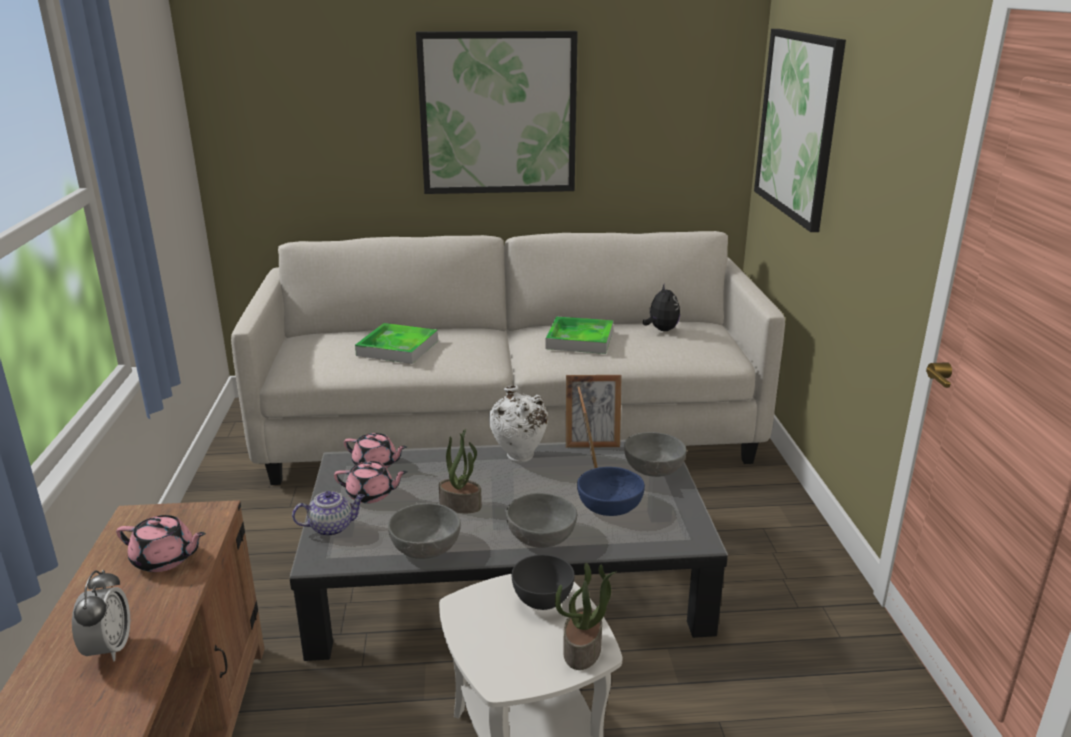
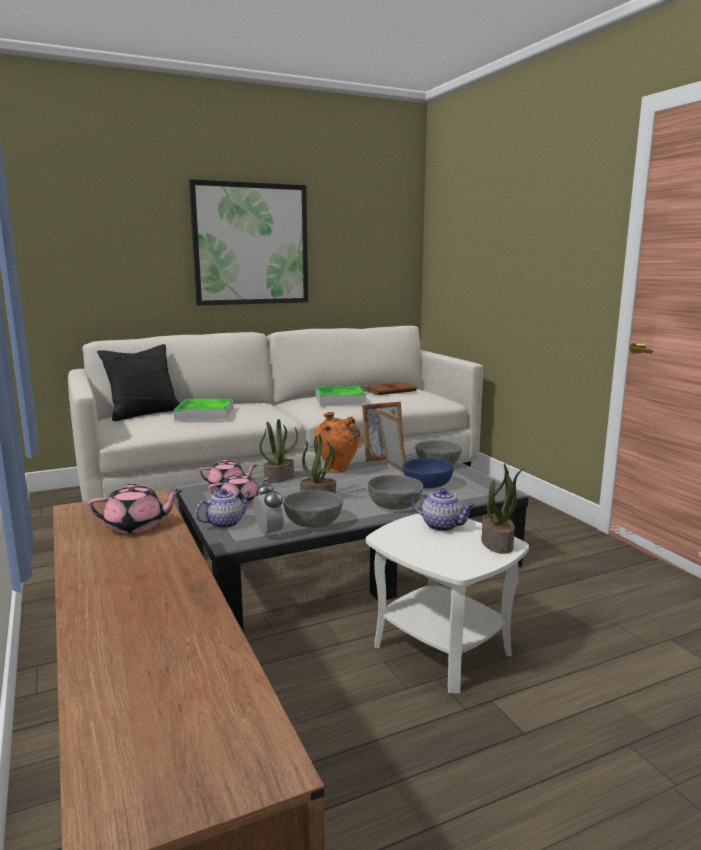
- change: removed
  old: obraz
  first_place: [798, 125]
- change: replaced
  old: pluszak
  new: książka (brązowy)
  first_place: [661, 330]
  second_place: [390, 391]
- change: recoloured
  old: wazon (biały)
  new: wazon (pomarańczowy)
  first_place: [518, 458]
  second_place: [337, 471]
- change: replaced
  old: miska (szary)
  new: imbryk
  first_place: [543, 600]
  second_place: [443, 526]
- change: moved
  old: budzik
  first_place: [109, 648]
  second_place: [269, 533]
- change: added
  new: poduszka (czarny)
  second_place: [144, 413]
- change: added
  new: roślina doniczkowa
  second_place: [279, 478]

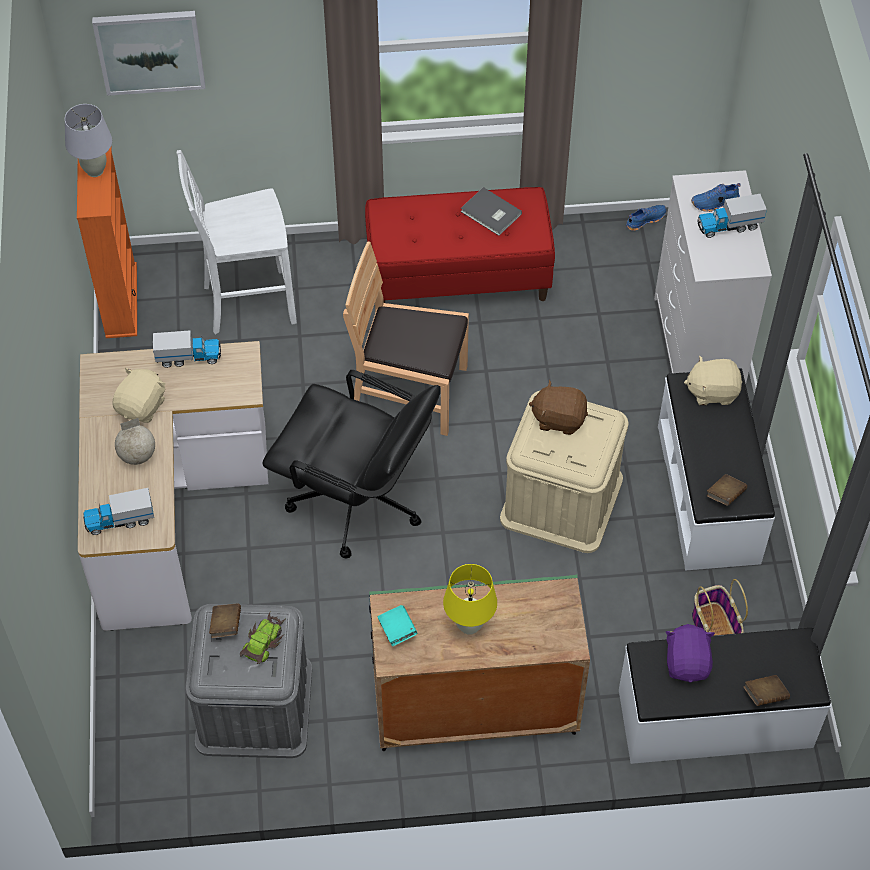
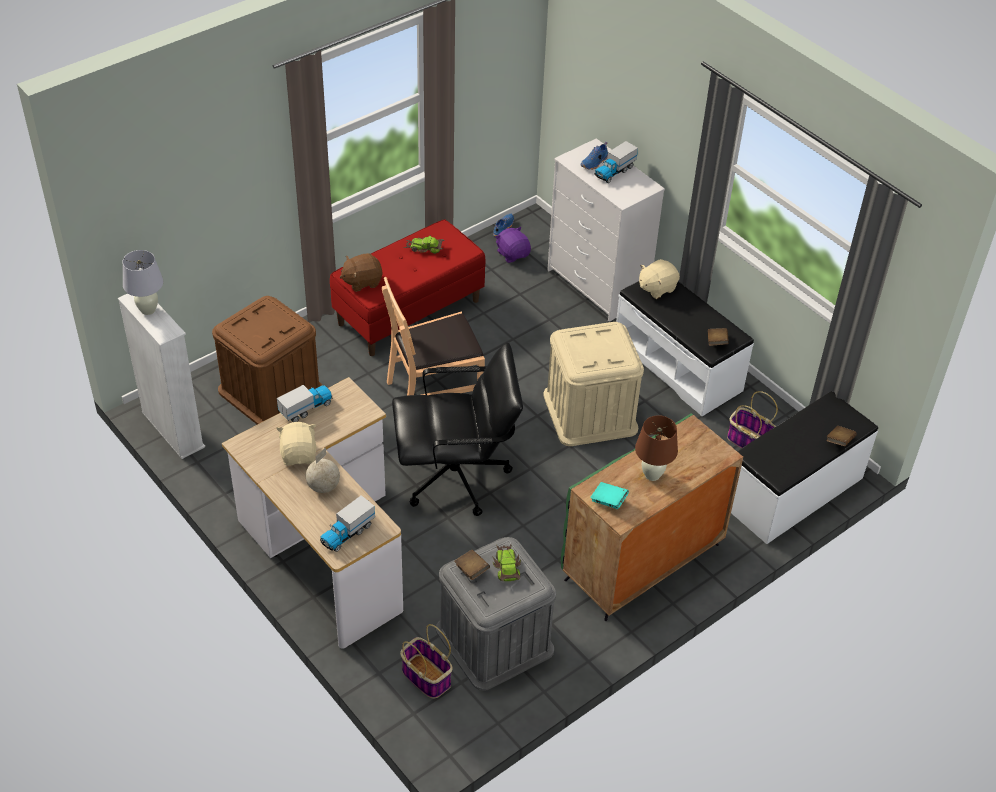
- change: removed
  old: obraz
  first_place: [150, 51]
- change: recoloured
  old: regał (pomarańczowy)
  new: regał (biały)
  first_place: [121, 300]
  second_place: [173, 430]
- change: replaced
  old: krzesło (biały)
  new: pojemnik do przechowywania (brązowy)
  first_place: [247, 302]
  second_place: [271, 390]
- change: replaced
  old: książka (szary)
  new: samochodzik
  first_place: [490, 214]
  second_place: [424, 248]
- change: moved
  old: pluszak (brązowy)
  first_place: [559, 418]
  second_place: [362, 281]
- change: recoloured
  old: lampa stołowa (żółty)
  new: lampa stołowa (brązowy)
  first_place: [469, 626]
  second_place: [652, 475]
- change: moved
  old: pluszak (fioletowy)
  first_place: [687, 663]
  second_place: [513, 254]
- change: added
  new: koszyk
  second_place: [425, 676]

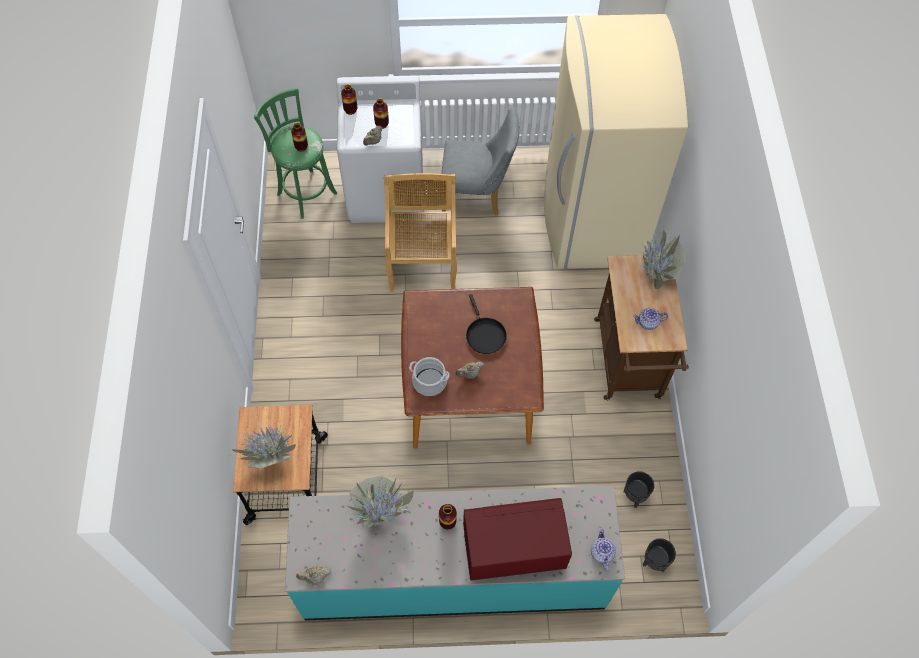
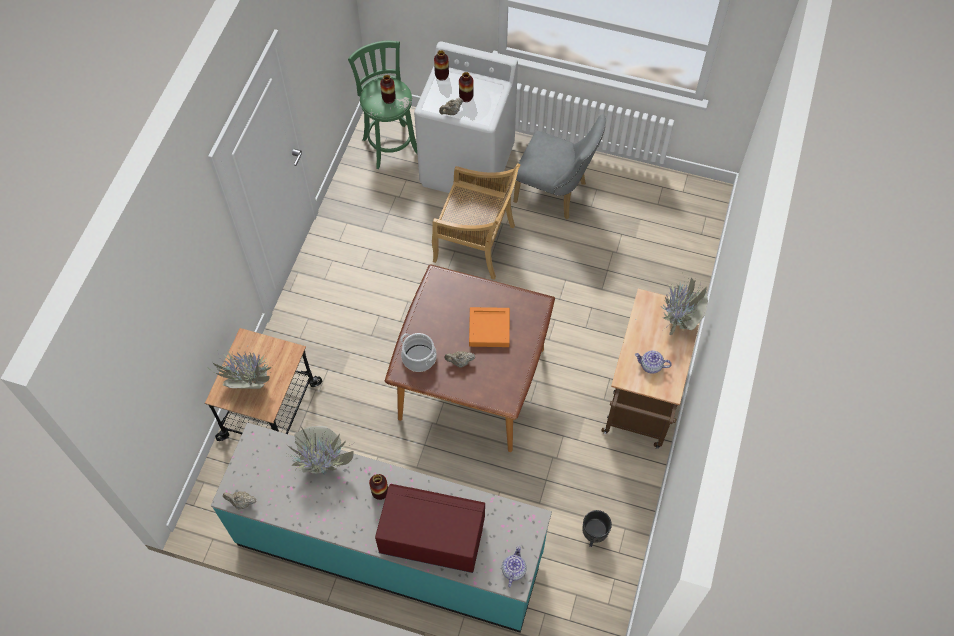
- change: removed
  old: lodówka (beżowy)
  first_place: [591, 217]
- change: turned
  old: krzesło (beżowy)
  first_place: [422, 262]
  second_place: [475, 244]
  degrees: 90
- change: replaced
  old: patelnia (czarny)
  new: taca (pomarańczowy)
  first_place: [484, 334]
  second_place: [489, 329]
- change: removed
  old: donica (czarny)
  first_place: [654, 562]

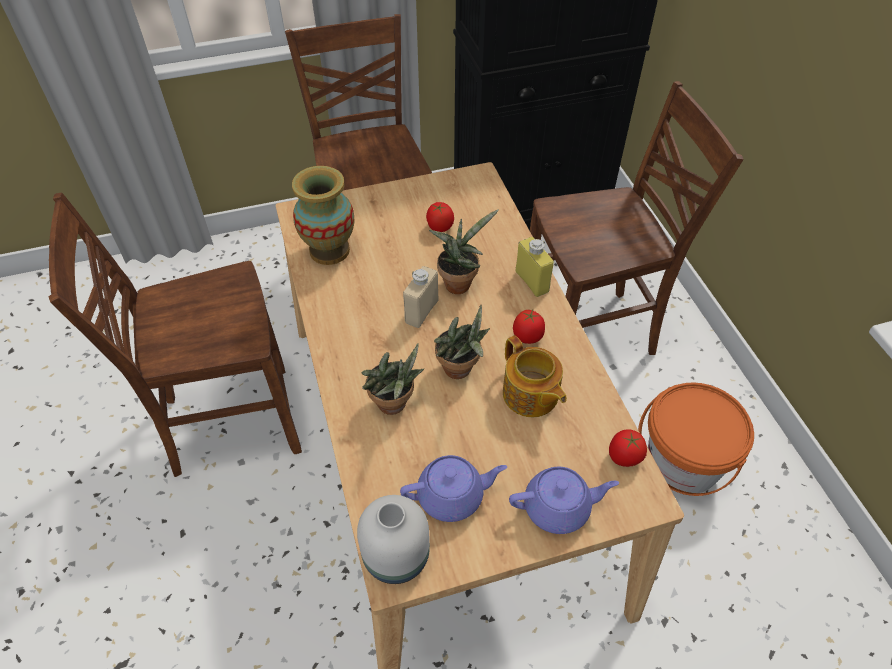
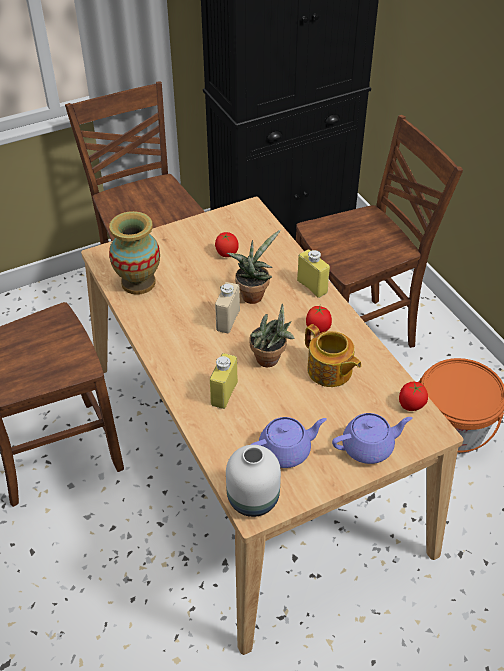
- change: replaced
  old: roślina doniczkowa
  new: butelka (żółty)
  first_place: [394, 406]
  second_place: [224, 393]

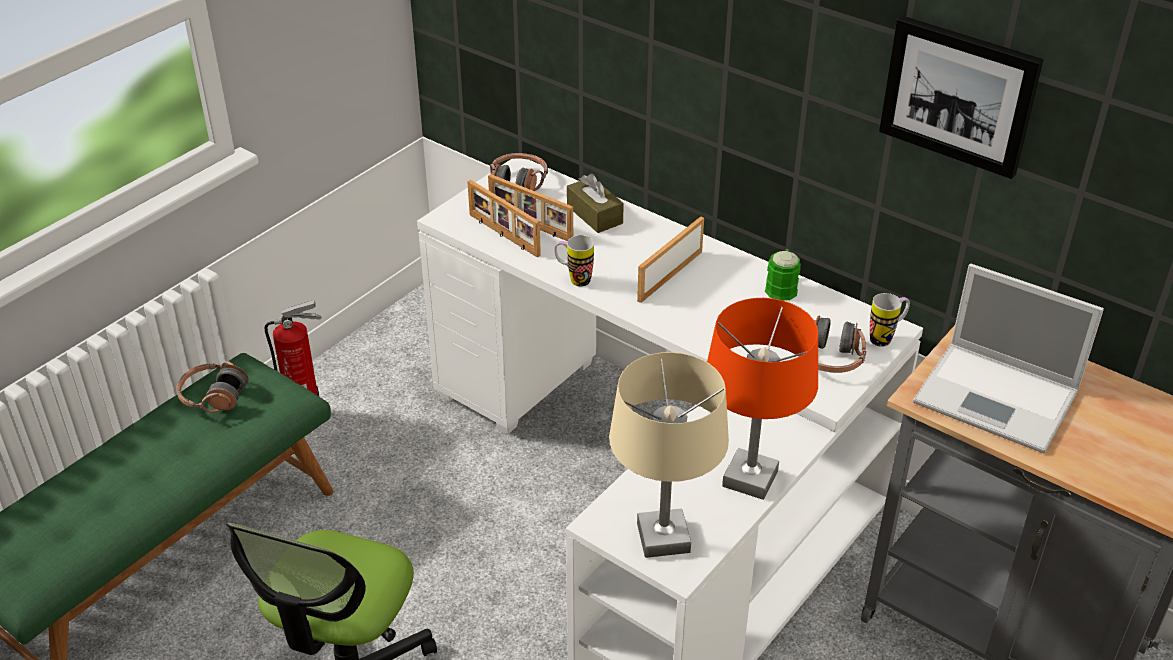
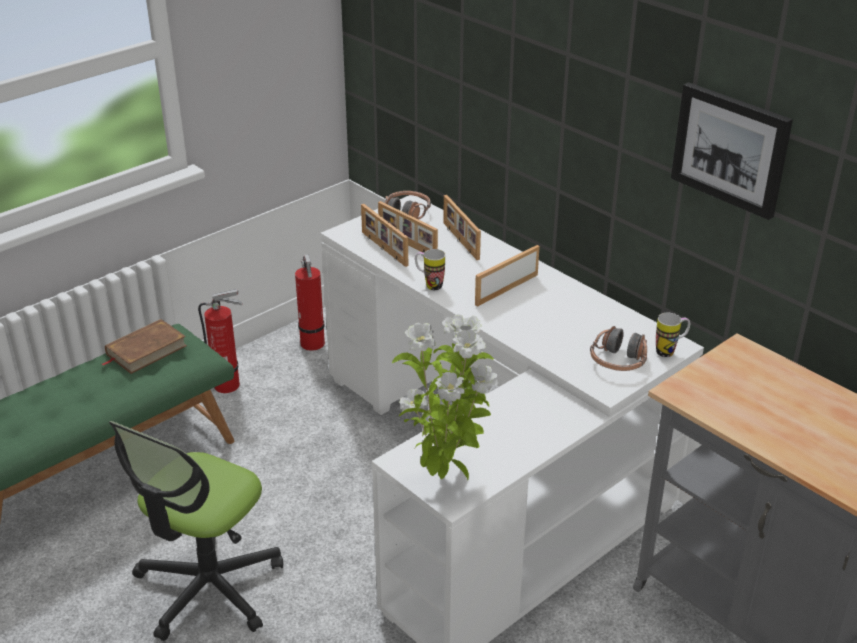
- change: replaced
  old: pudełko chusteczek (brązowy)
  new: ramka na zdjęcie
  first_place: [594, 215]
  second_place: [460, 241]
- change: removed
  old: kubek (zielony)
  first_place: [782, 286]
- change: removed
  old: laptop
  first_place: [999, 398]
- change: removed
  old: lampa stołowa (pomarańczowy)
  first_place: [750, 479]
- change: replaced
  old: lampa stołowa (beżowy)
  new: roślina doniczkowa
  first_place: [662, 538]
  second_place: [446, 477]
- change: replaced
  old: słuchawki
  new: książka (brązowy)
  first_place: [213, 396]
  second_place: [146, 350]
- change: added
  new: gaśnica
  second_place: [313, 345]

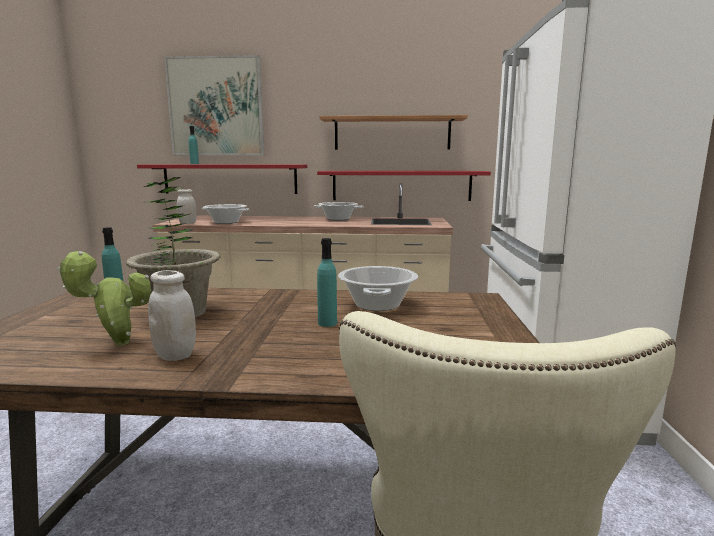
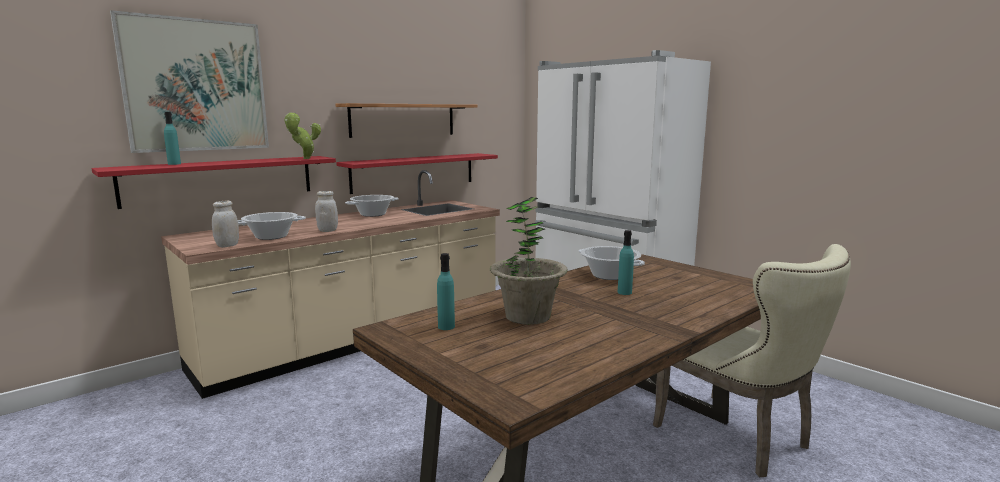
- change: moved
  old: roślina doniczkowa
  first_place: [116, 344]
  second_place: [304, 158]
- change: moved
  old: słoik (biały)
  first_place: [175, 355]
  second_place: [327, 230]

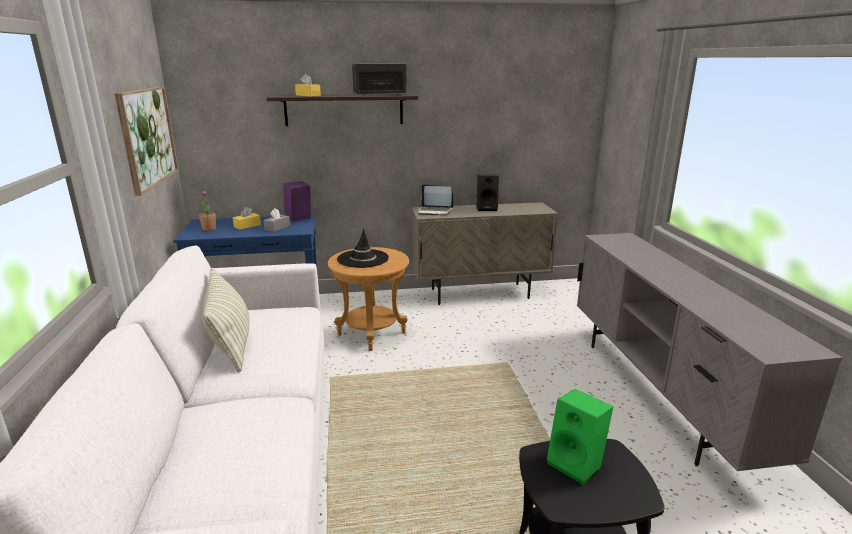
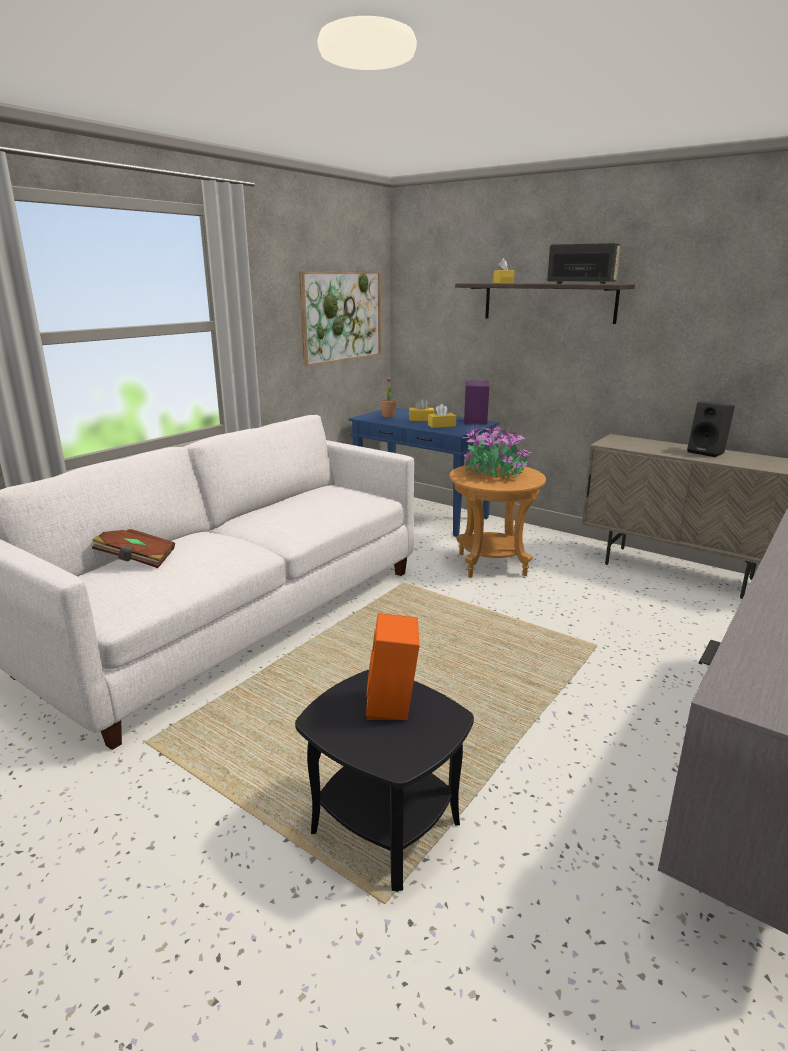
- change: removed
  old: laptop
  first_place: [435, 211]
- change: recoloured
  old: pudełko chusteczek (szary)
  new: pudełko chusteczek (żółty)
  first_place: [277, 228]
  second_place: [441, 425]
- change: replaced
  old: kapelusz (czarny)
  new: roślina doniczkowa
  first_place: [363, 259]
  second_place: [493, 473]
- change: removed
  old: poduszka
  first_place: [230, 343]
- change: recoloured
  old: głośnik (zielony)
  new: głośnik (pomarańczowy)
  first_place: [577, 464]
  second_place: [394, 706]
- change: added
  new: książka (brązowy)
  second_place: [136, 559]

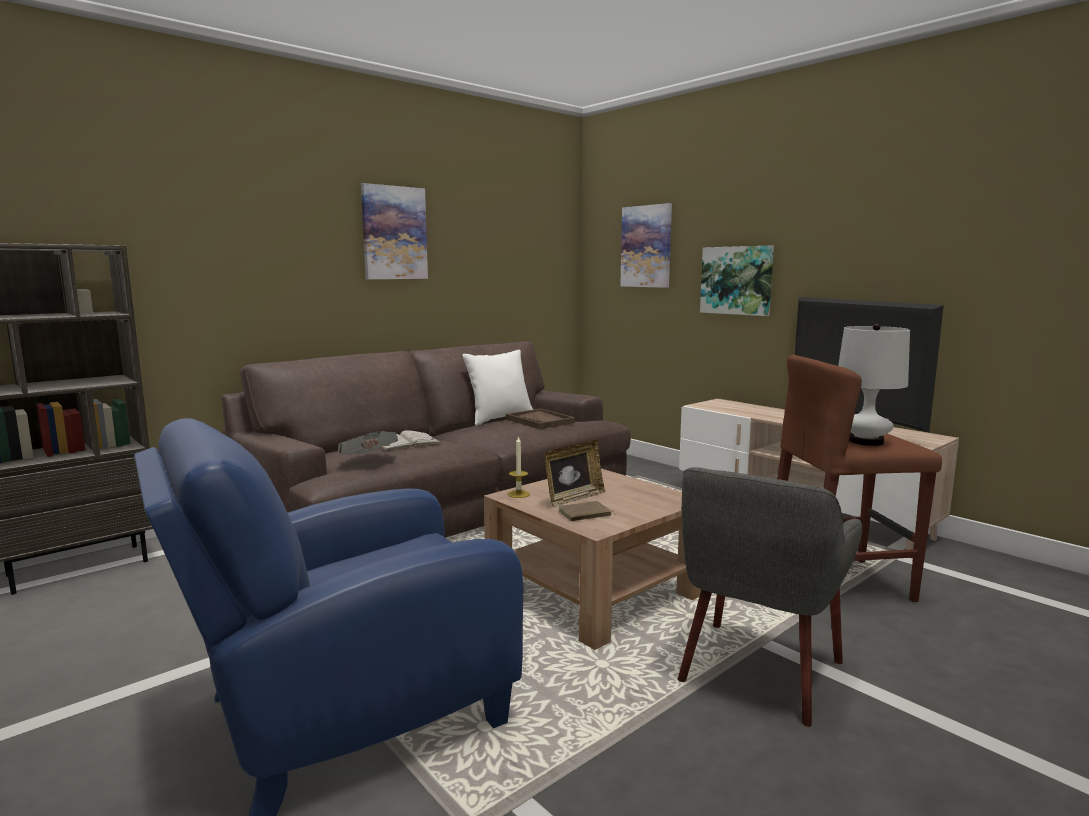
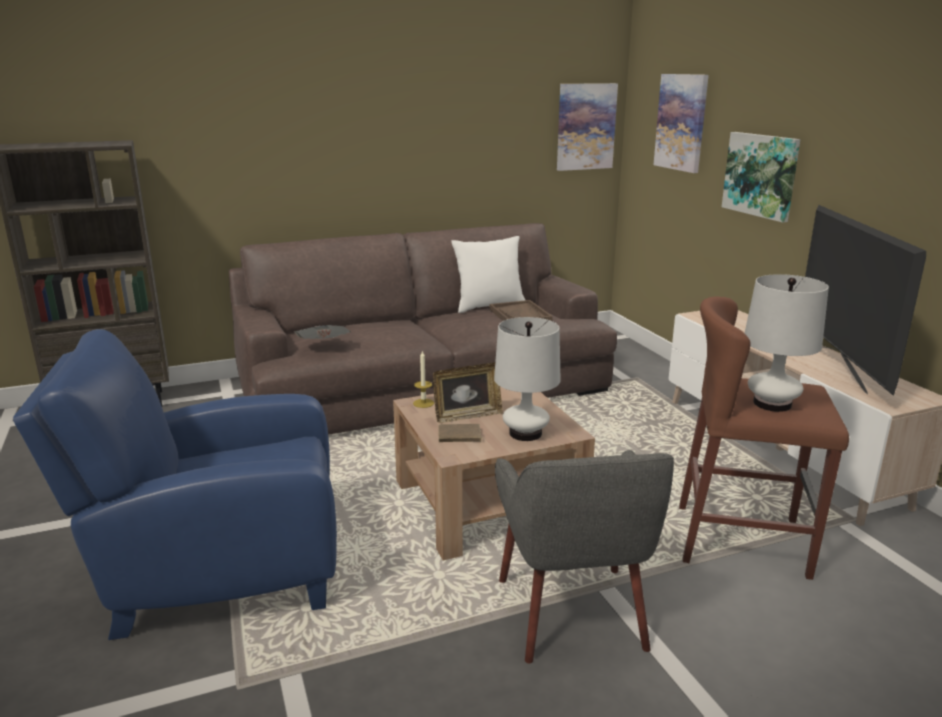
- change: moved
  old: obraz
  first_place: [394, 233]
  second_place: [585, 127]
- change: removed
  old: książka (biały)
  first_place: [406, 442]
- change: turned
  old: fotel (szary)
  first_place: [758, 671]
  second_place: [572, 614]
  degrees: -60
- change: added
  new: lampa stołowa (biały)
  second_place: [525, 433]

